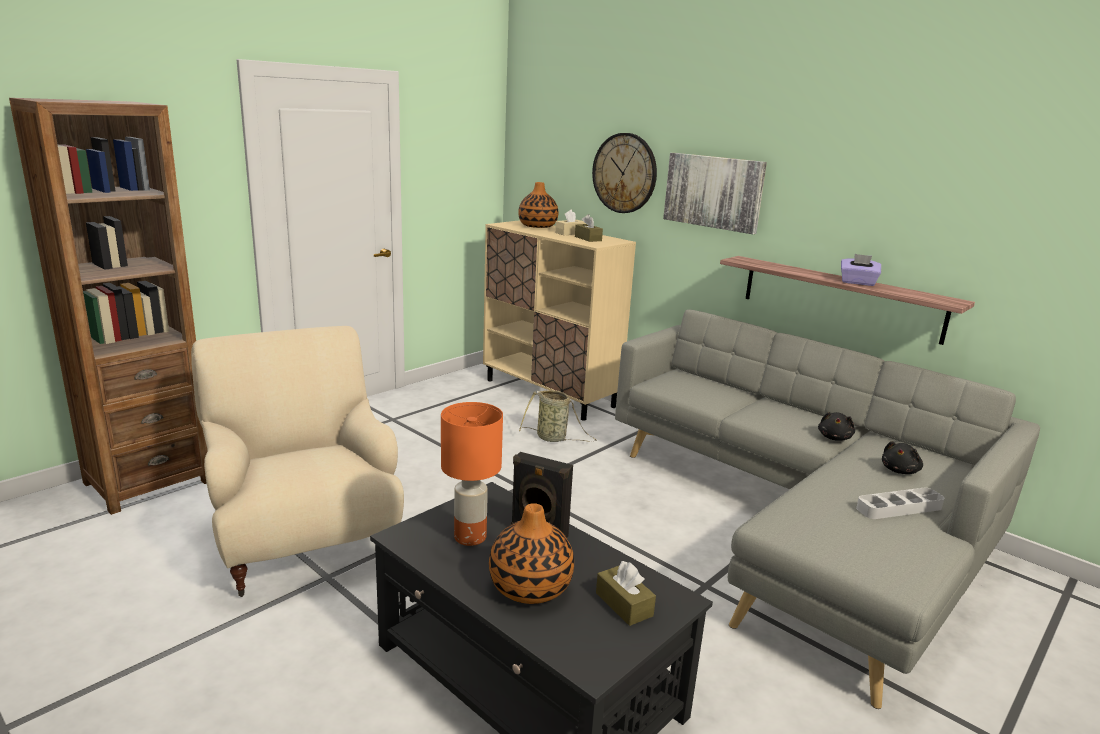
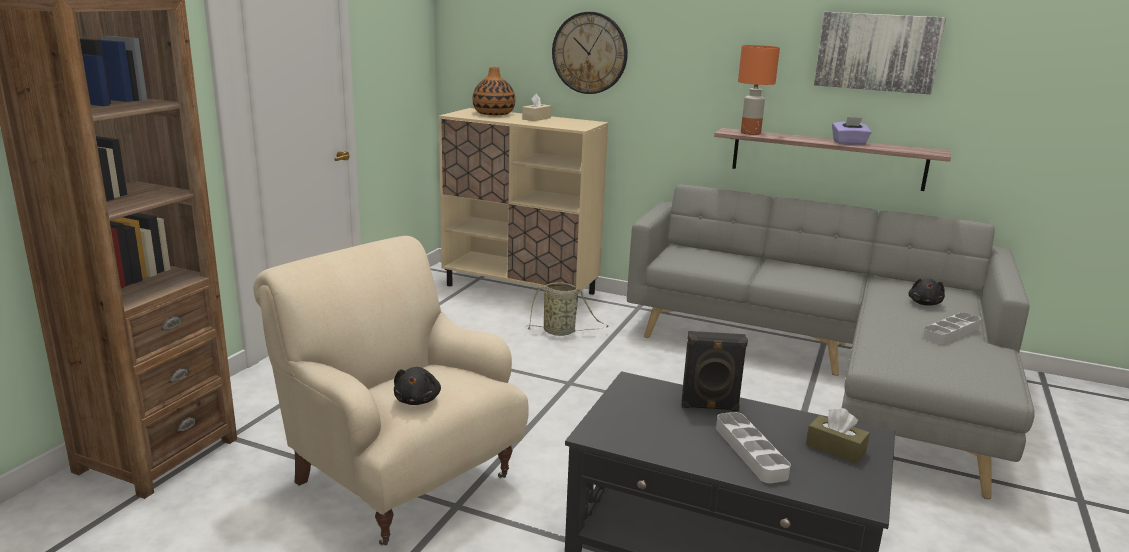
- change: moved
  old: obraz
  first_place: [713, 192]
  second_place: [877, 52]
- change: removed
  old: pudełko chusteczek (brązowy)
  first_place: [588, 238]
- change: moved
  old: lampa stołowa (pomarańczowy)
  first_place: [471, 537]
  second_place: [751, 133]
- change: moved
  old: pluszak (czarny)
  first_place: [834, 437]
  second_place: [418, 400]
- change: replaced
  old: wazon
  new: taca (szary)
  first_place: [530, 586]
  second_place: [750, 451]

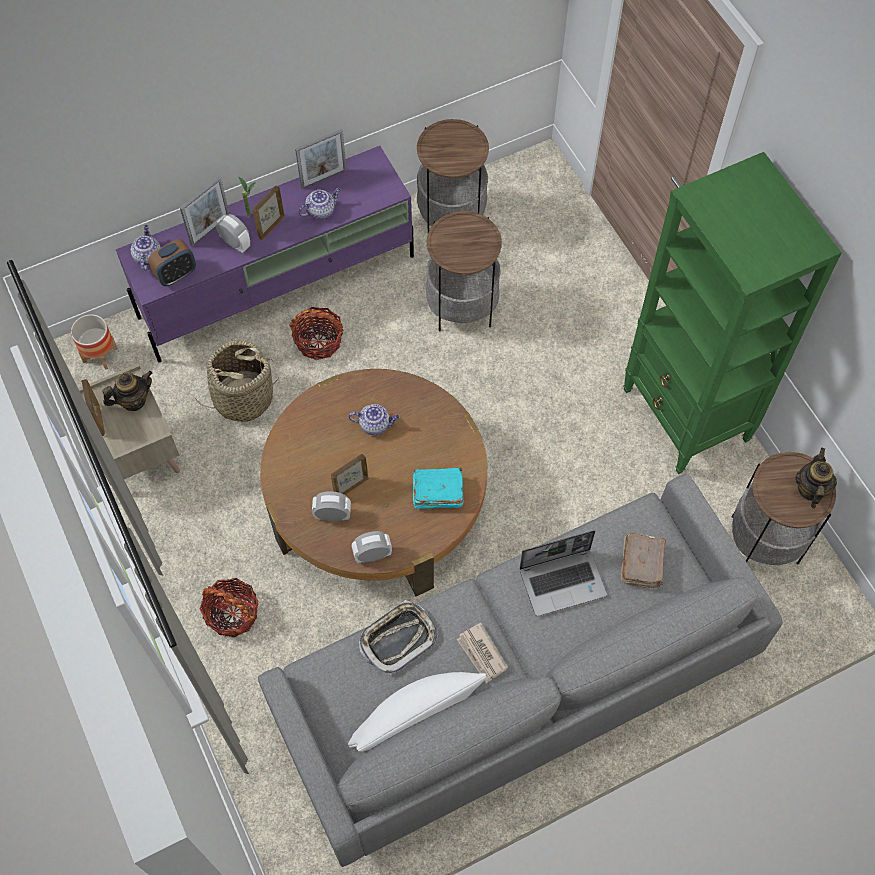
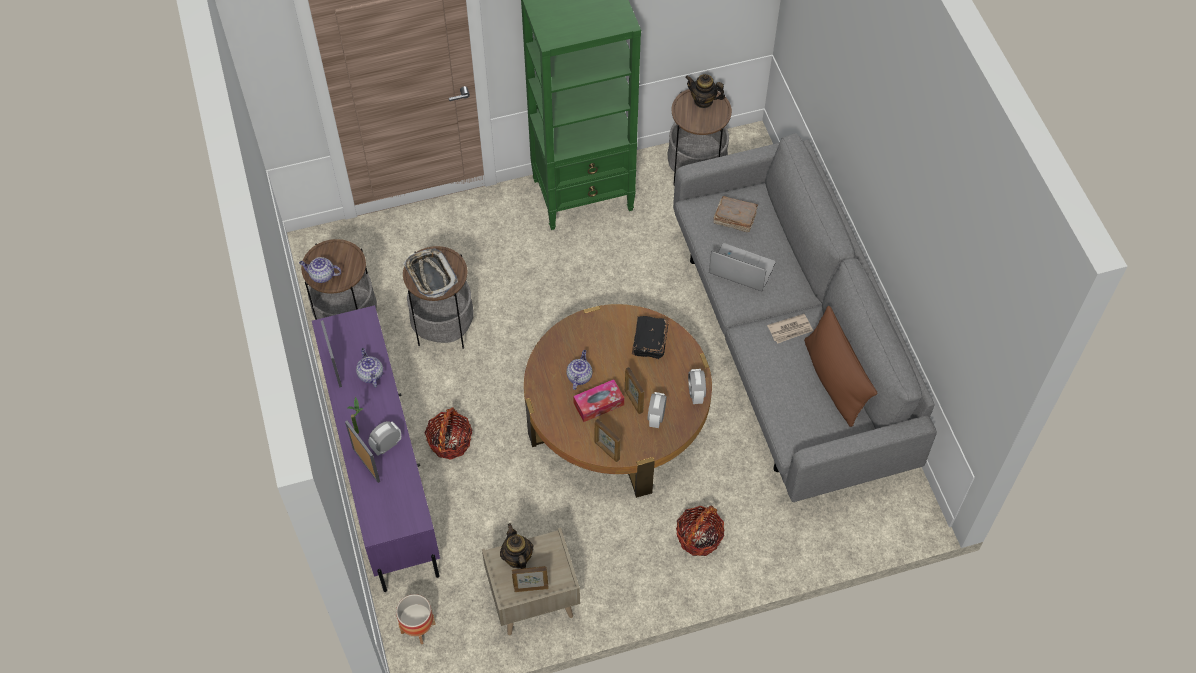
- change: moved
  old: ramka na zdjęcie
  first_place: [271, 227]
  second_place: [606, 451]
- change: moved
  old: imbryk
  first_place: [147, 256]
  second_place: [321, 275]
- change: removed
  old: budzik
  first_place: [176, 274]
- change: removed
  old: koszyk
  first_place: [243, 397]
- change: recoloured
  old: książka (turkusowy)
  new: książka (czarny)
  first_place: [437, 492]
  second_place: [649, 342]
- change: turned
  old: laptop
  first_place: [563, 581]
  second_place: [740, 269]
  degrees: -60
- change: moved
  old: taca
  first_place: [398, 639]
  second_place: [430, 275]
- change: recoloured
  old: poduszka (biały)
  new: poduszka (brązowy)
  first_place: [415, 718]
  second_place: [834, 380]
- change: added
  new: pudełko chusteczek
  second_place: [598, 404]

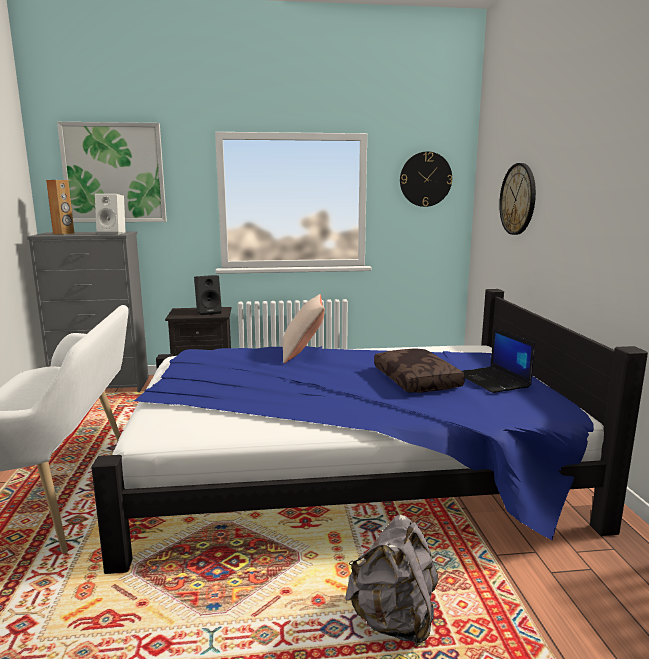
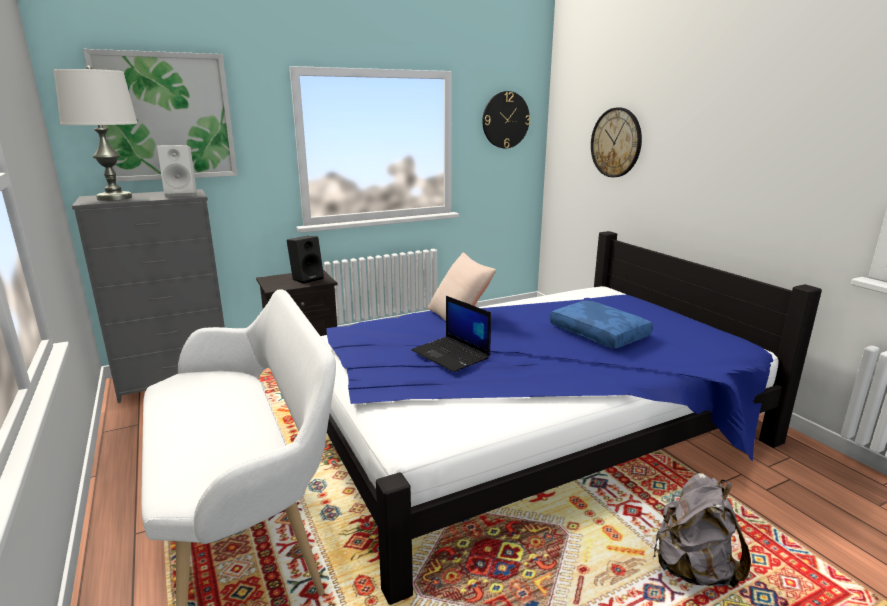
- change: replaced
  old: głośnik (brązowy)
  new: lampa stołowa (biały)
  first_place: [64, 233]
  second_place: [114, 198]
- change: moved
  old: laptop
  first_place: [493, 380]
  second_place: [451, 354]
- change: recoloured
  old: poduszka (brązowy)
  new: poduszka (niebieski)
  first_place: [418, 380]
  second_place: [600, 333]

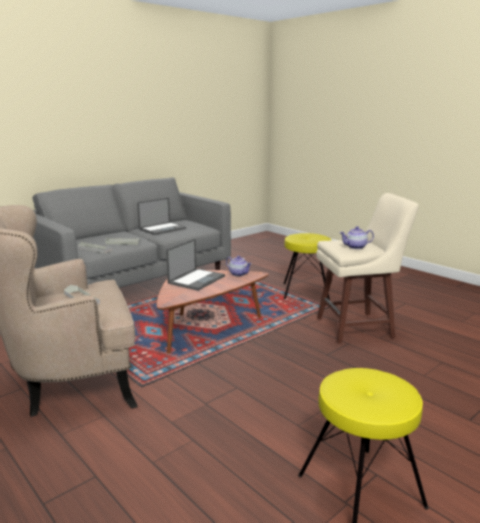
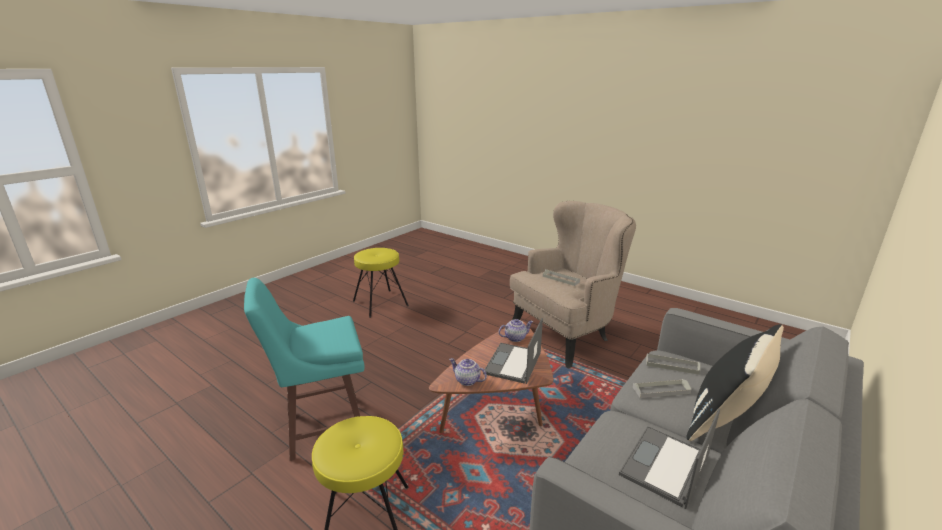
- change: recoloured
  old: stołek (beżowy)
  new: stołek (turkusowy)
  first_place: [357, 327]
  second_place: [322, 426]
- change: moved
  old: imbryk
  first_place: [355, 247]
  second_place: [515, 337]
- change: added
  new: poduszka (czarny)
  second_place: [725, 420]

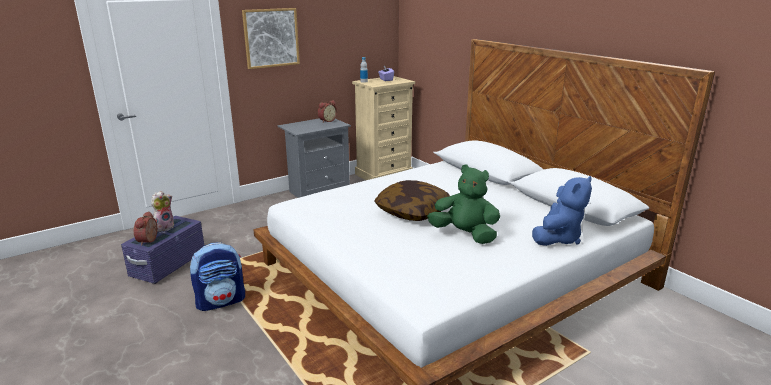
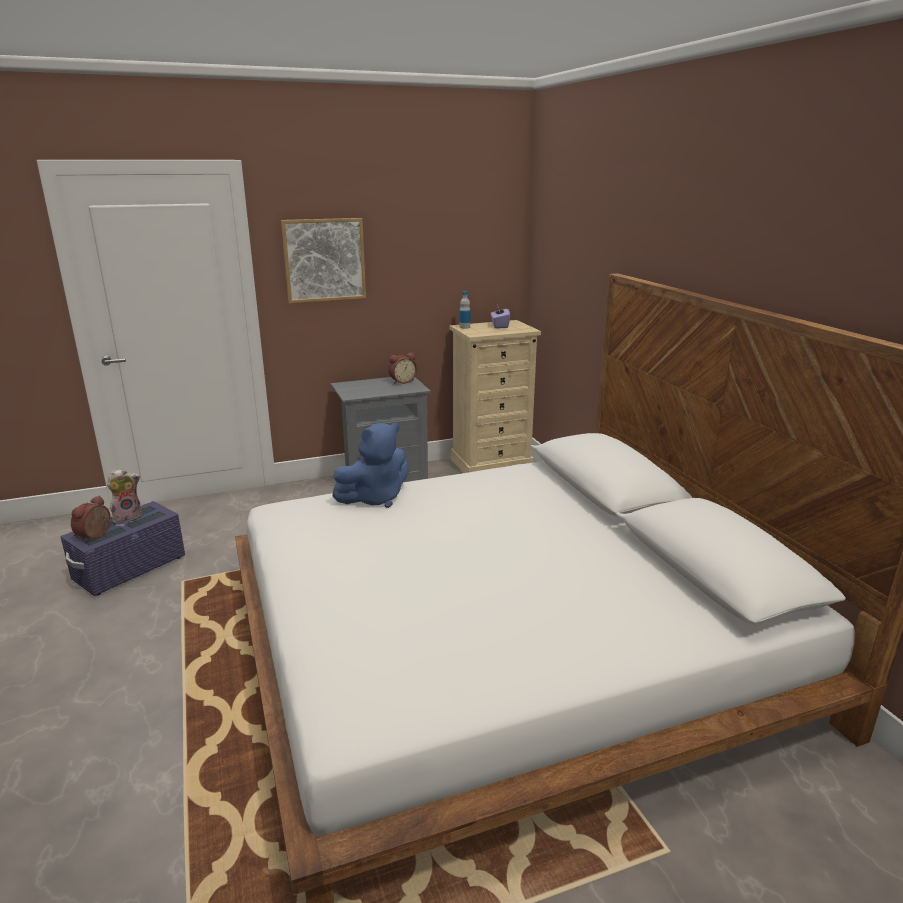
- change: removed
  old: pluszak (zielony)
  first_place: [465, 235]
- change: moved
  old: pluszak (niebieski)
  first_place: [558, 238]
  second_place: [375, 498]
- change: removed
  old: poduszka
  first_place: [413, 212]
- change: removed
  old: plecak
  first_place: [221, 301]

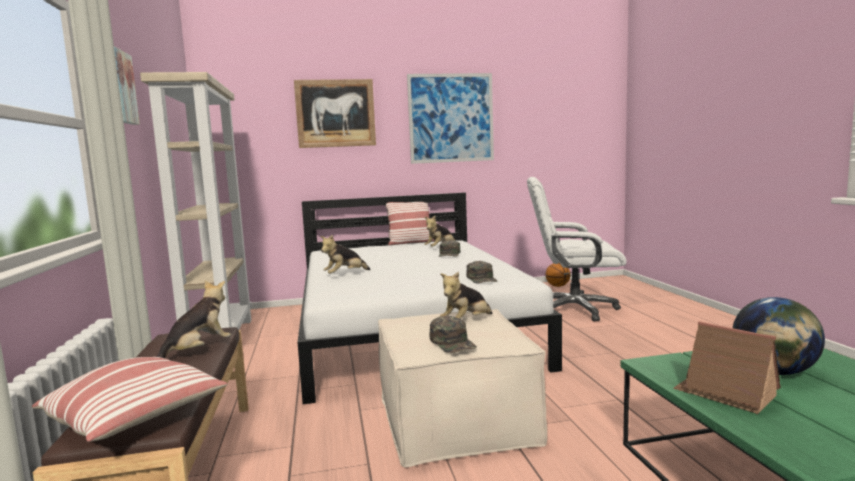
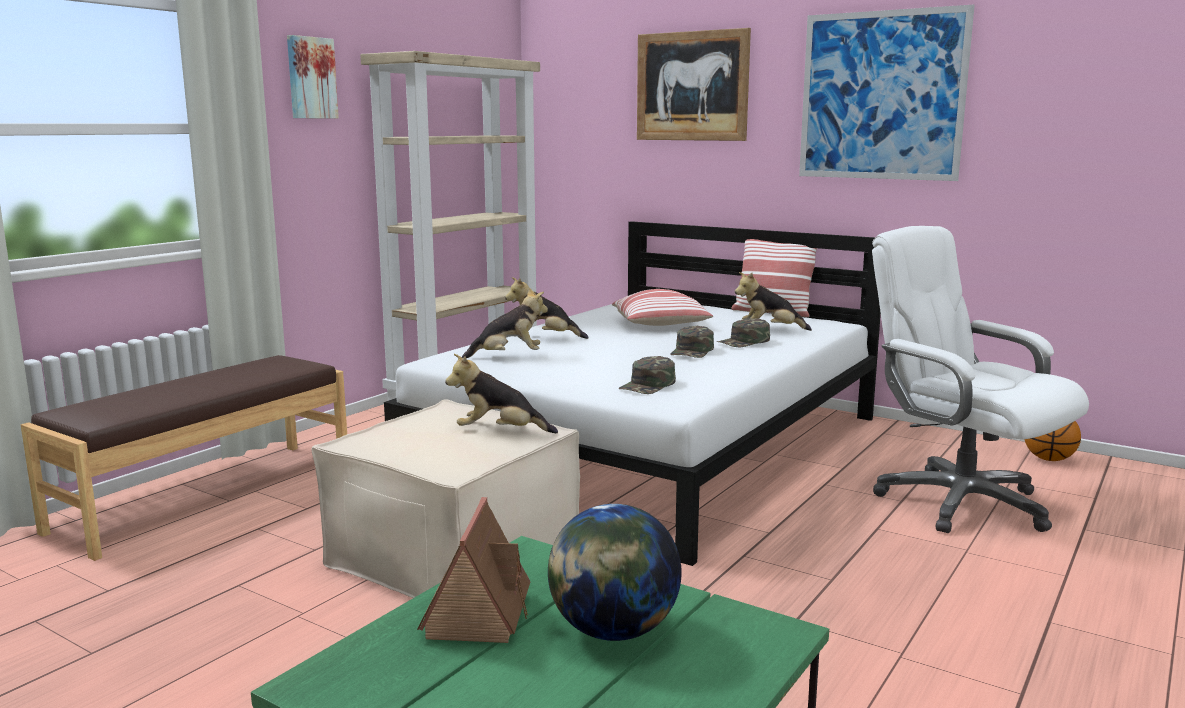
- change: moved
  old: pluszak
  first_place: [198, 351]
  second_place: [508, 357]
- change: moved
  old: czapka z daszkiem (zielony)
  first_place: [453, 342]
  second_place: [692, 351]
- change: moved
  old: poduszka
  first_place: [137, 418]
  second_place: [661, 326]

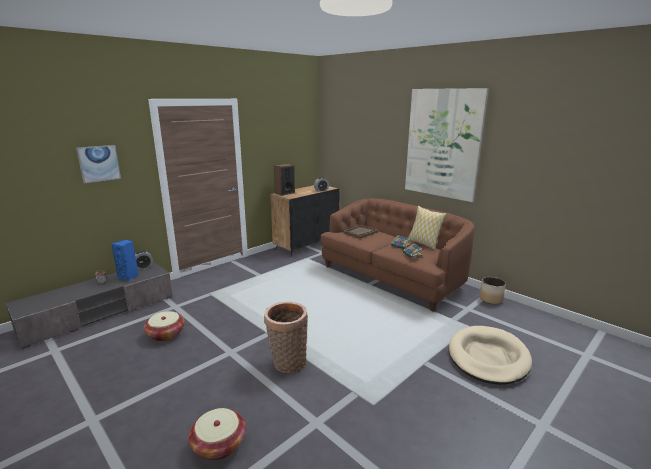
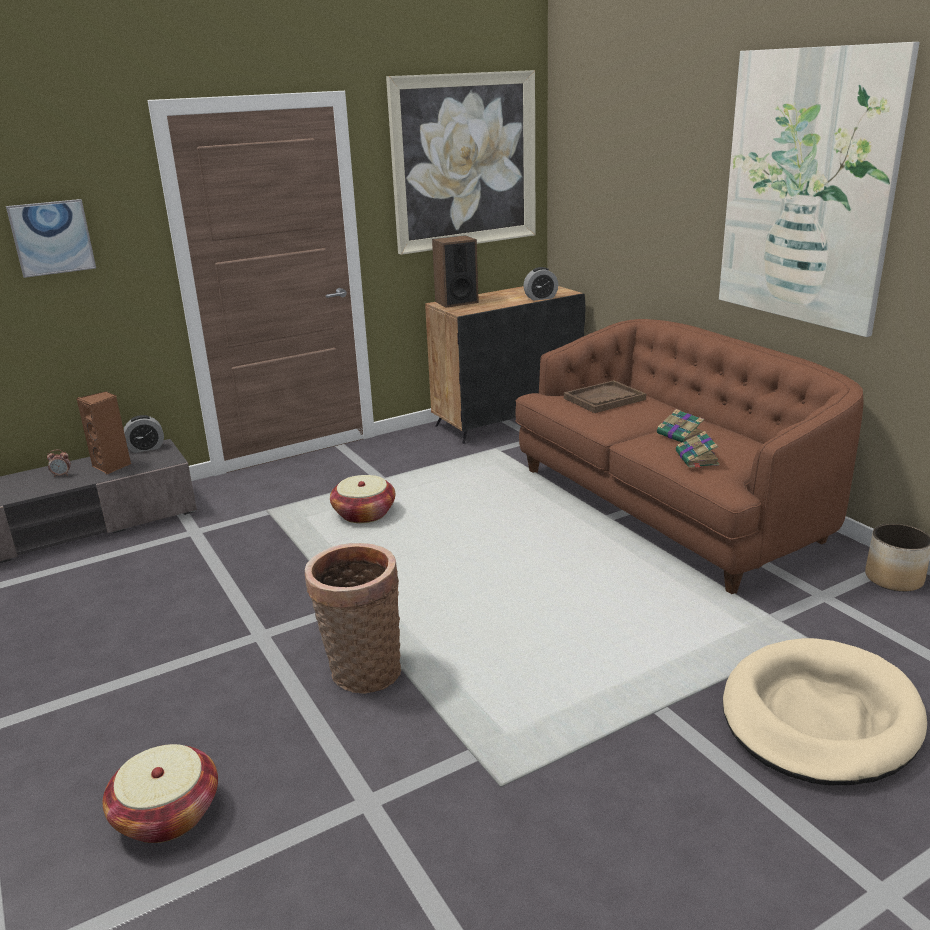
- change: removed
  old: poduszka
  first_place: [424, 244]
- change: recoloured
  old: głośnik (niebieski)
  new: głośnik (brązowy)
  first_place: [129, 277]
  second_place: [112, 466]
- change: moved
  old: koszyk
  first_place: [166, 334]
  second_place: [364, 513]
- change: added
  new: obraz
  second_place: [464, 161]

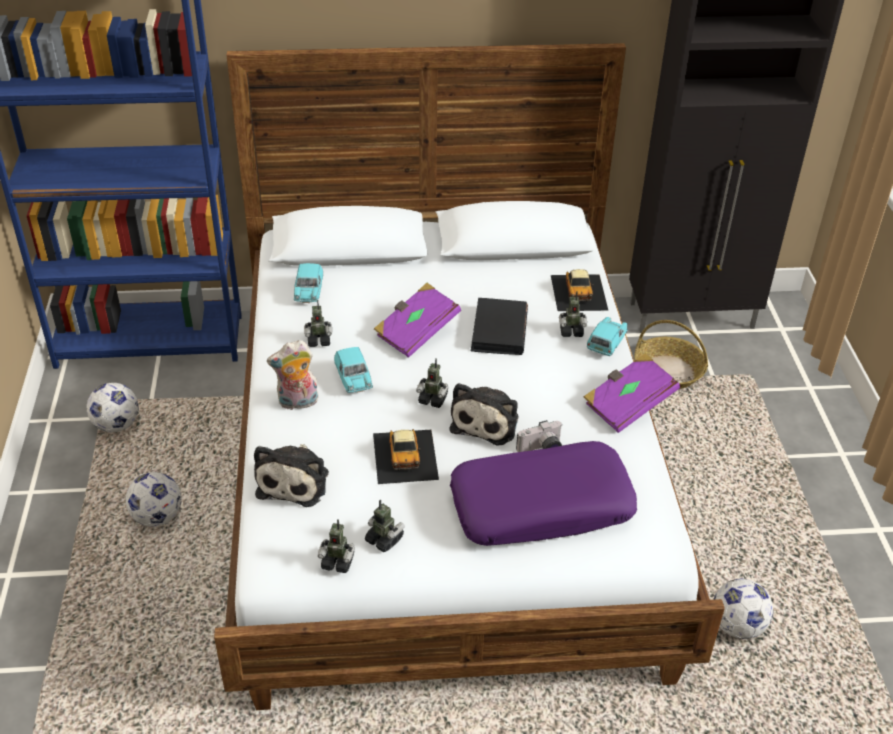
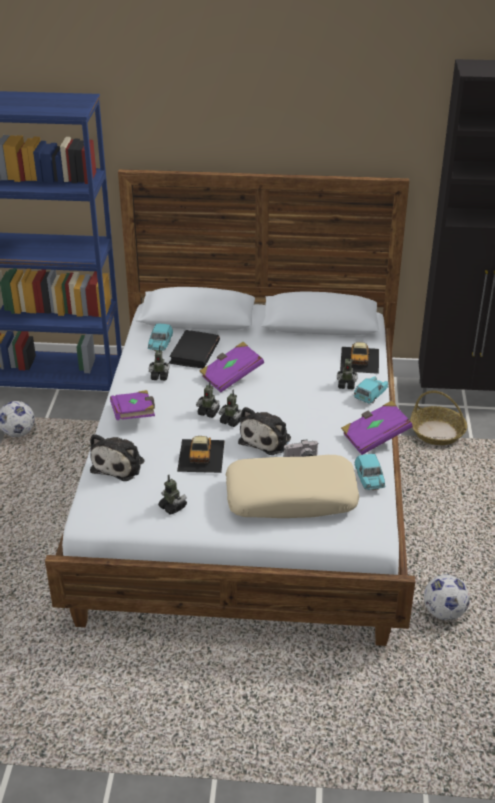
- change: moved
  old: książka (czarny)
  first_place: [499, 330]
  second_place: [194, 352]
- change: replaced
  old: pluszak
  new: książka (fioletowy)
  first_place: [297, 403]
  second_place: [134, 415]
- change: moved
  old: samochodzik (turkusowy)
  first_place: [354, 380]
  second_place: [369, 480]
- change: recoloured
  old: poduszka (fioletowy)
  new: poduszka (beżowy)
  first_place: [541, 506]
  second_place: [291, 497]
- change: removed
  old: piłka futbolowa
  first_place: [157, 517]
- change: moved
  old: robot zabawkowy
  first_place: [338, 561]
  second_place: [208, 412]

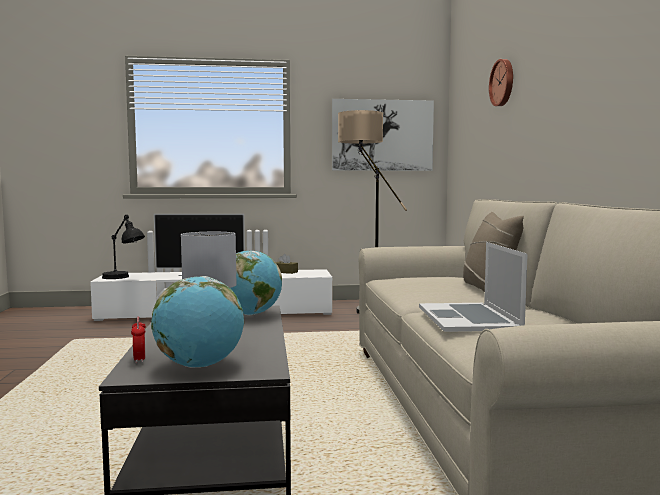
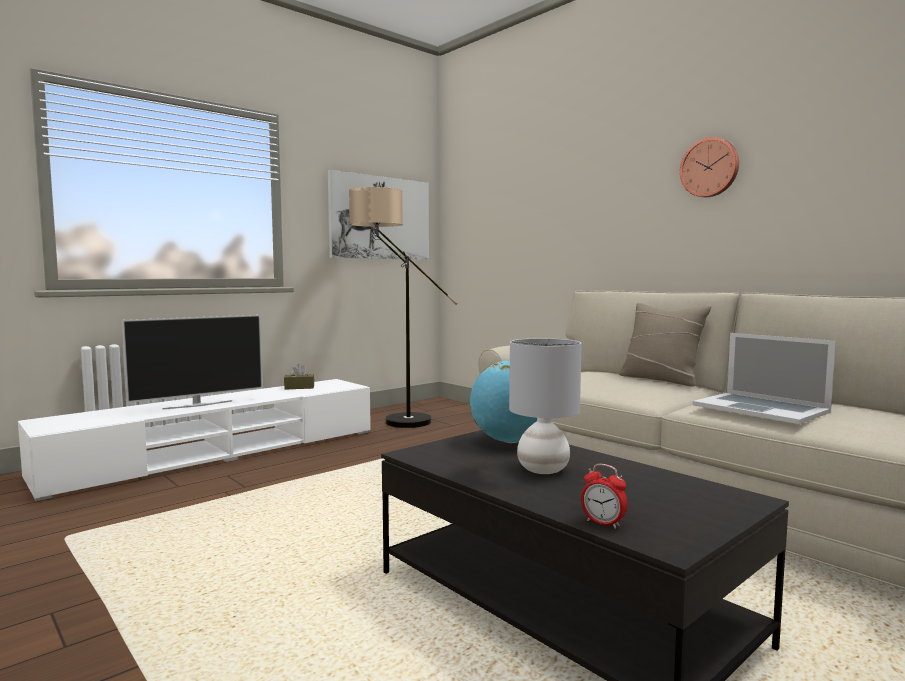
- change: moved
  old: zegar ścienny
  first_place: [503, 82]
  second_place: [710, 168]
- change: removed
  old: lampa stołowa (czarny)
  first_place: [123, 278]
- change: removed
  old: globus
  first_place: [200, 366]

